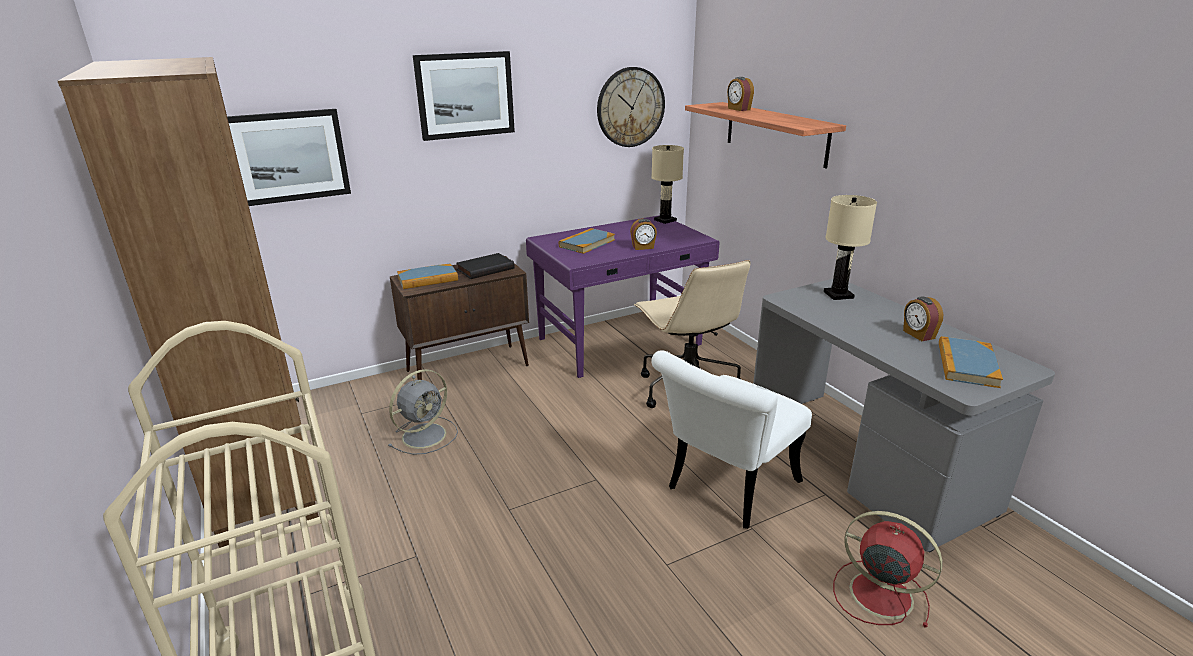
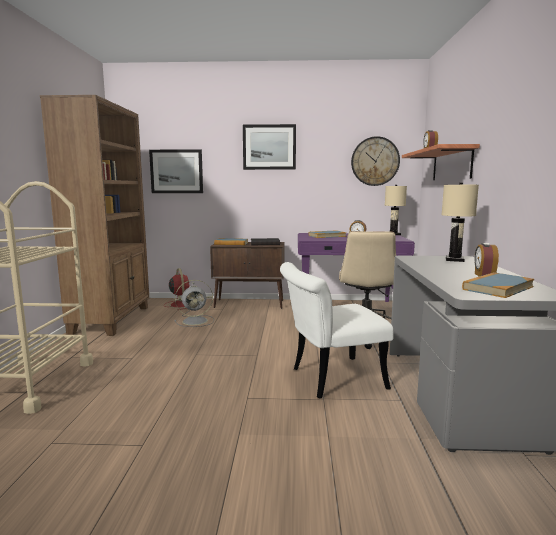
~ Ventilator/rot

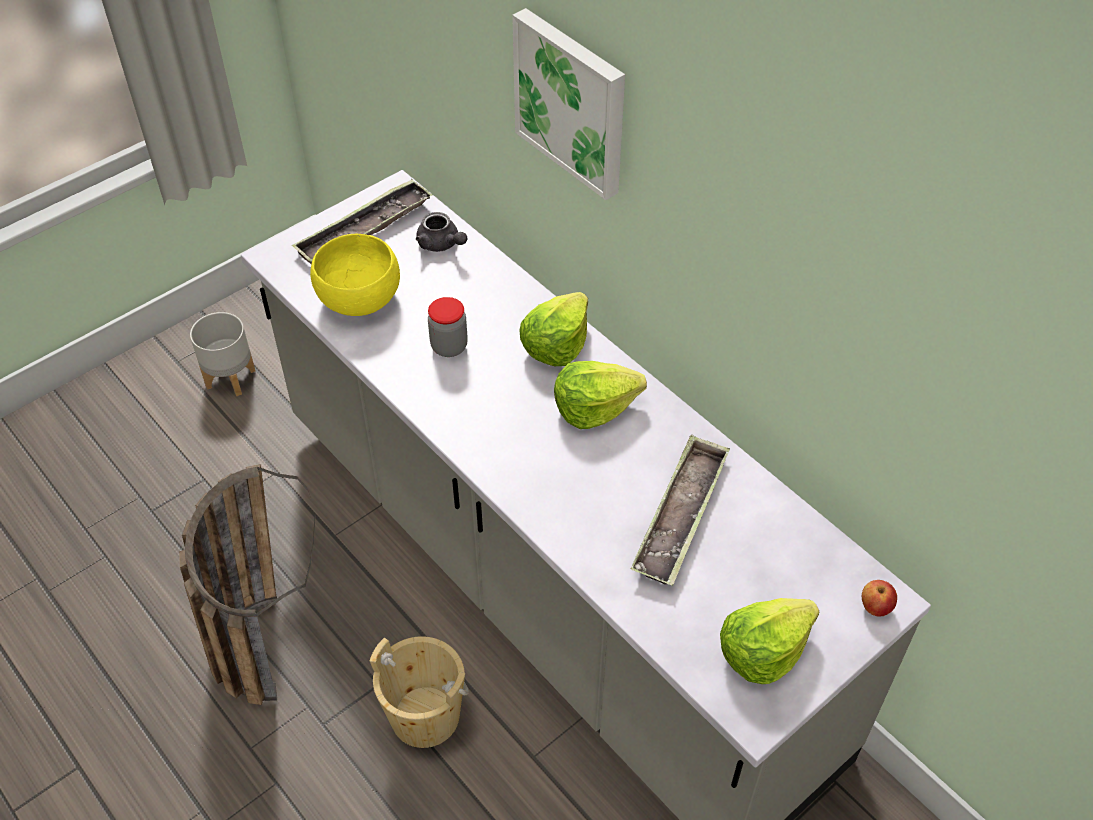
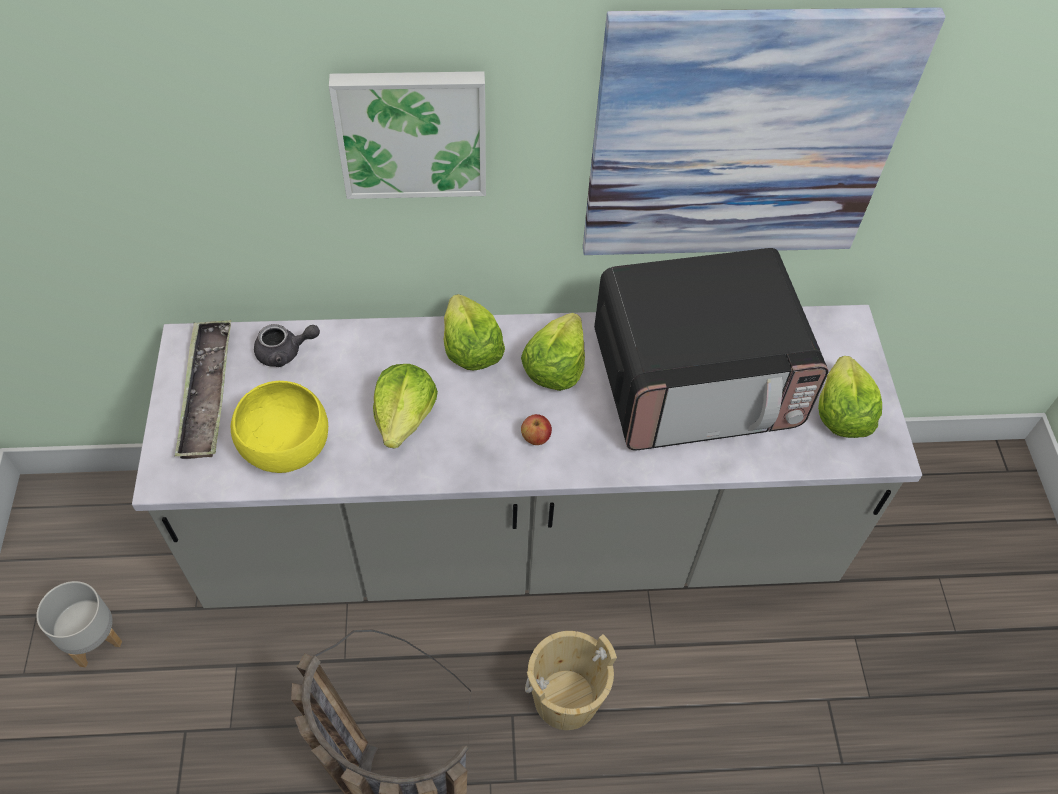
~ Vorratsglas to Salatkopf (no. 1 from left)
~ Apfel
+ Bild (no. 2 from left)
~ Tablett (no. 2 from left) to Mikrowelle

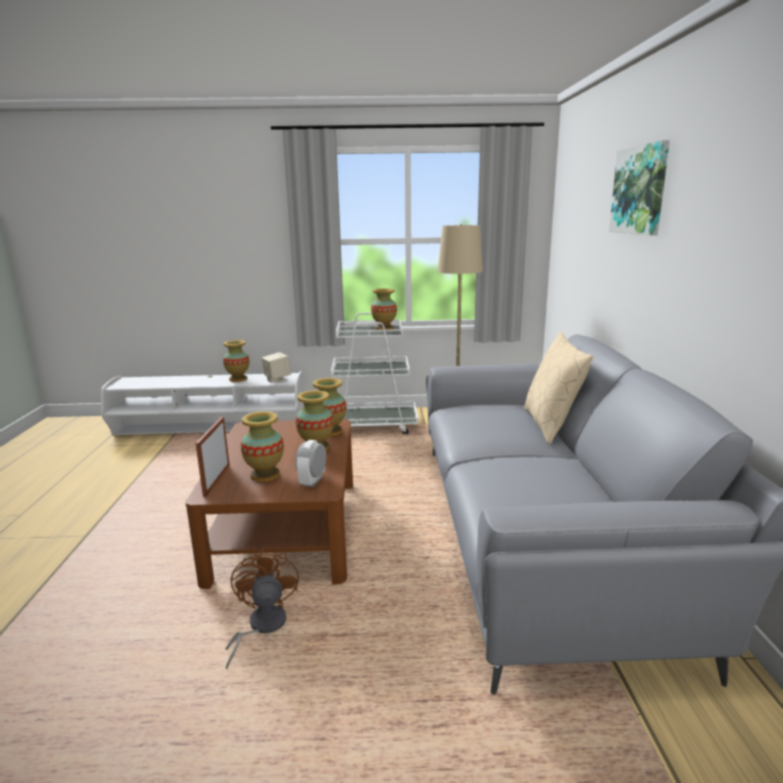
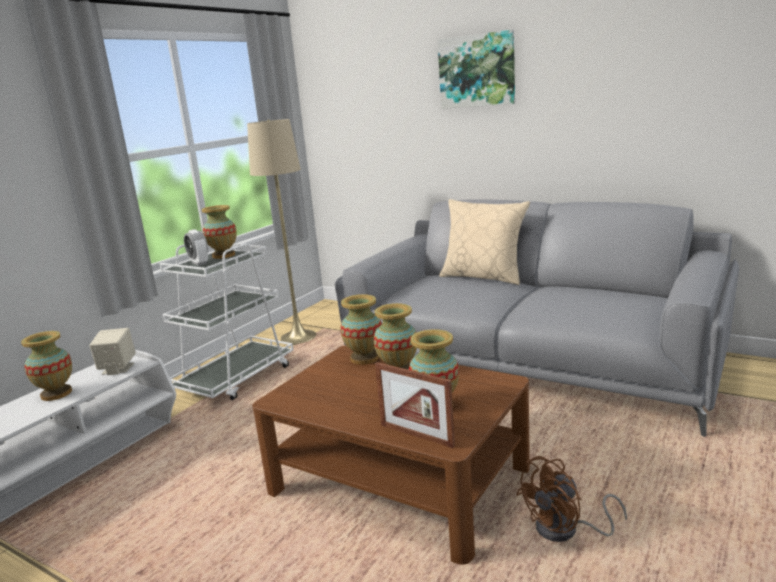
~ Wecker
~ Ventilator/braun 60 degrees counterclockwise

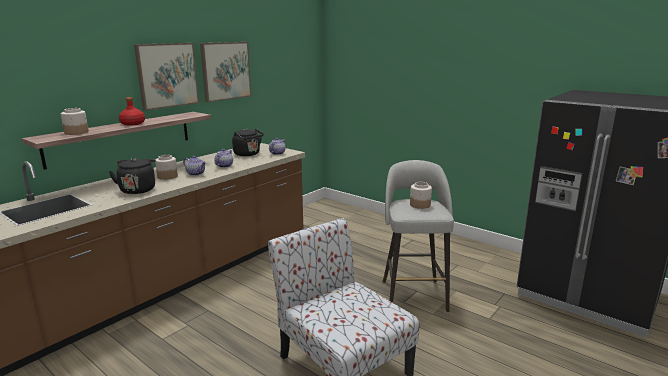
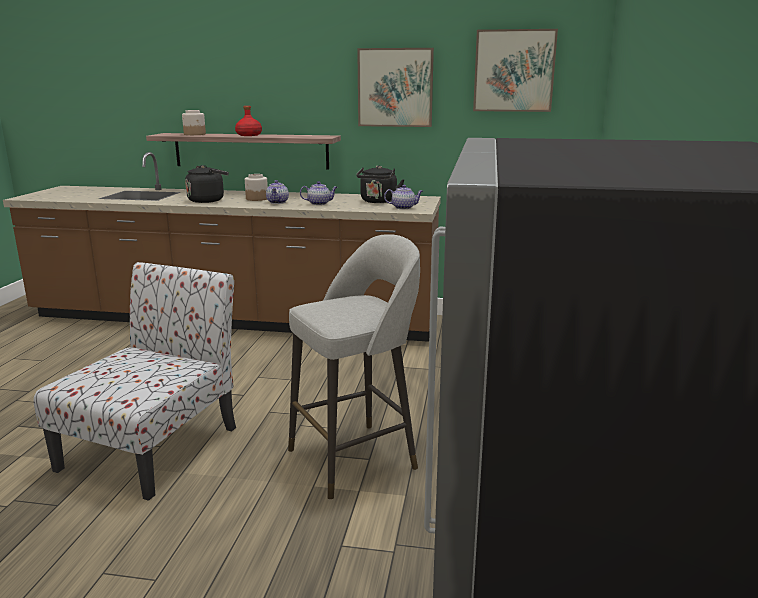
~ Bild (no. 1 from left in the first image) to Bild (no. 2 from left)
- Vorratsglas (no. 3 from left)

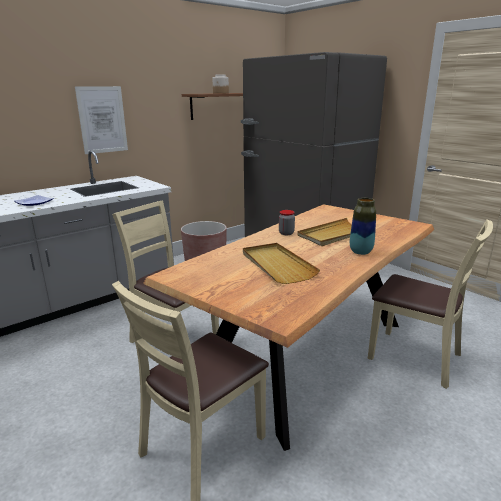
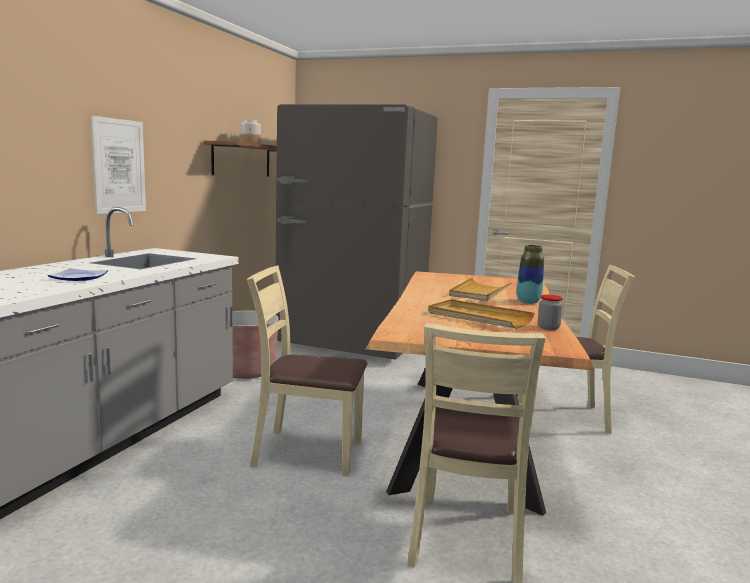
~ Vorratsglas (no. 2 from left)

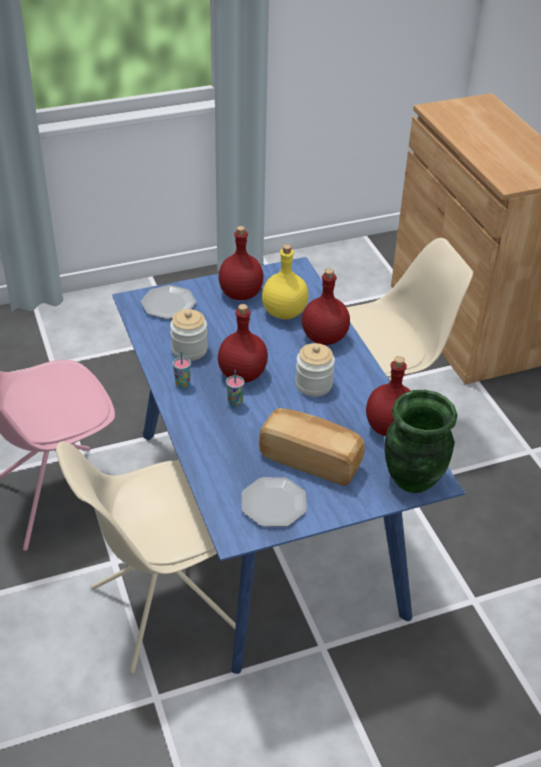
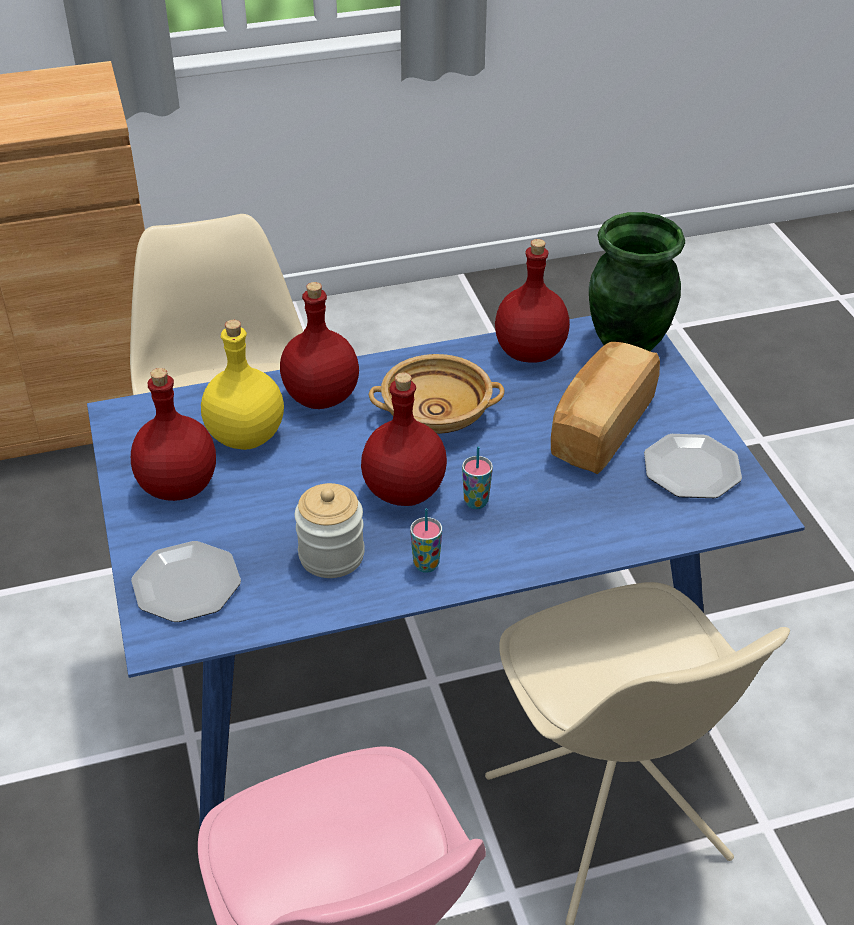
~ Vorratsglas (no. 2 from left) to Schüssel/beige

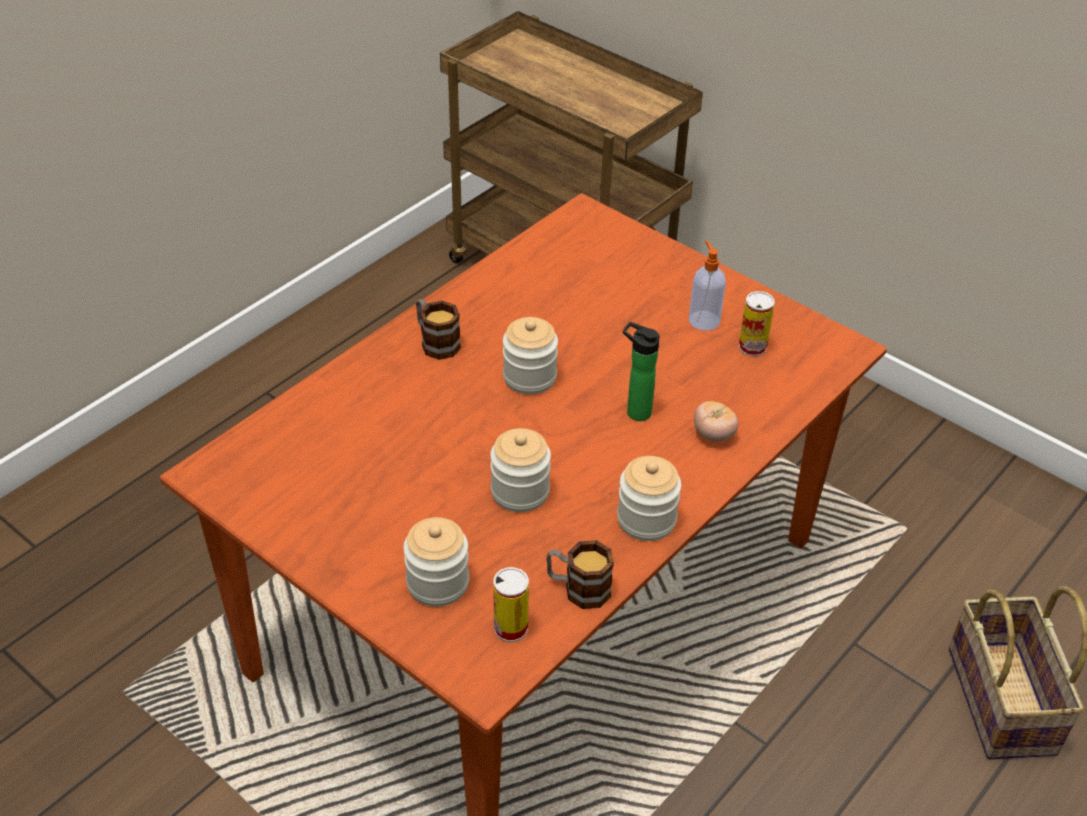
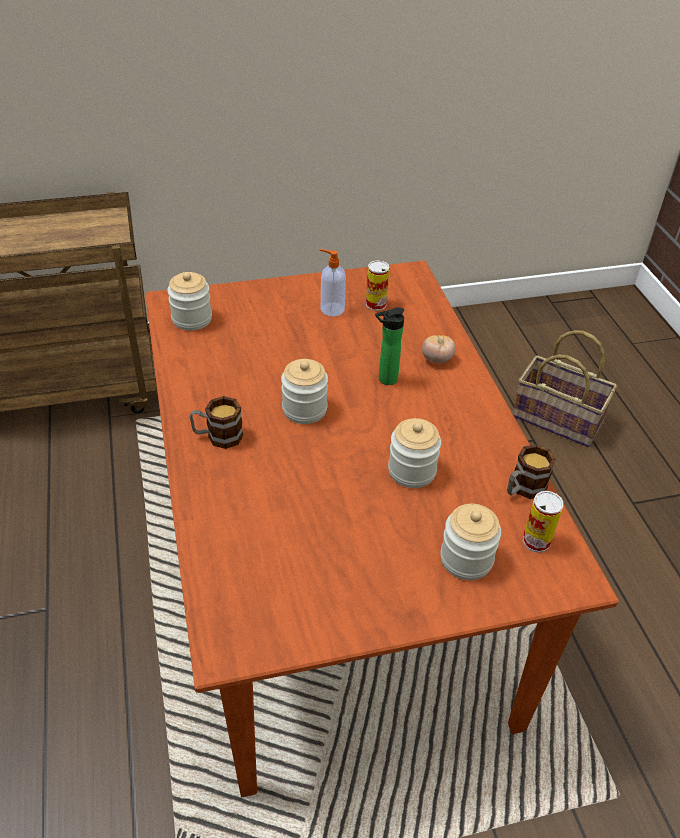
~ Vorratsglas (no. 4 from left in the first image) to Vorratsglas (no. 1 from left)

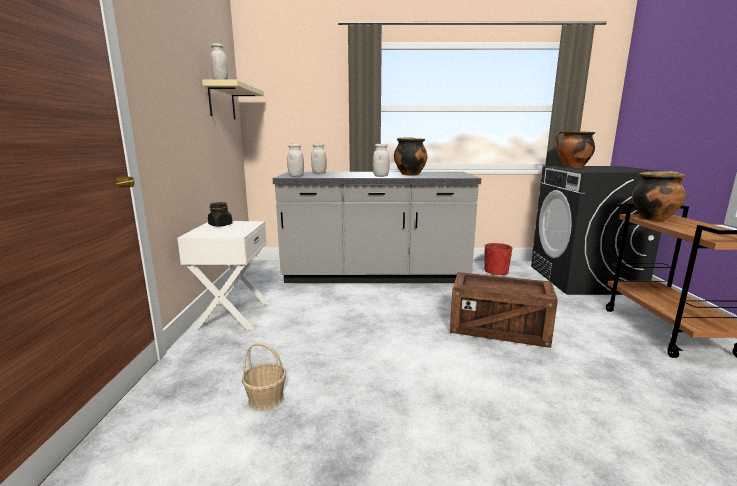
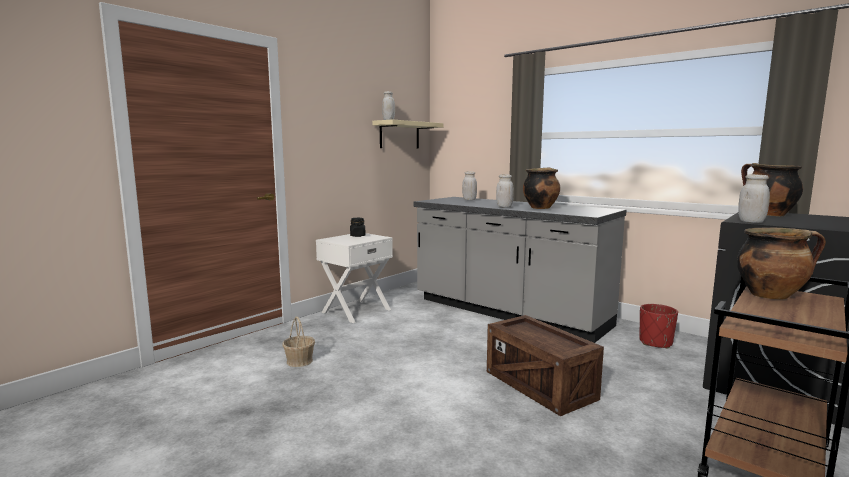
~ Vorratsglas/weiß (no. 2 from left in the first image) to Vorratsglas/weiß (no. 4 from left)

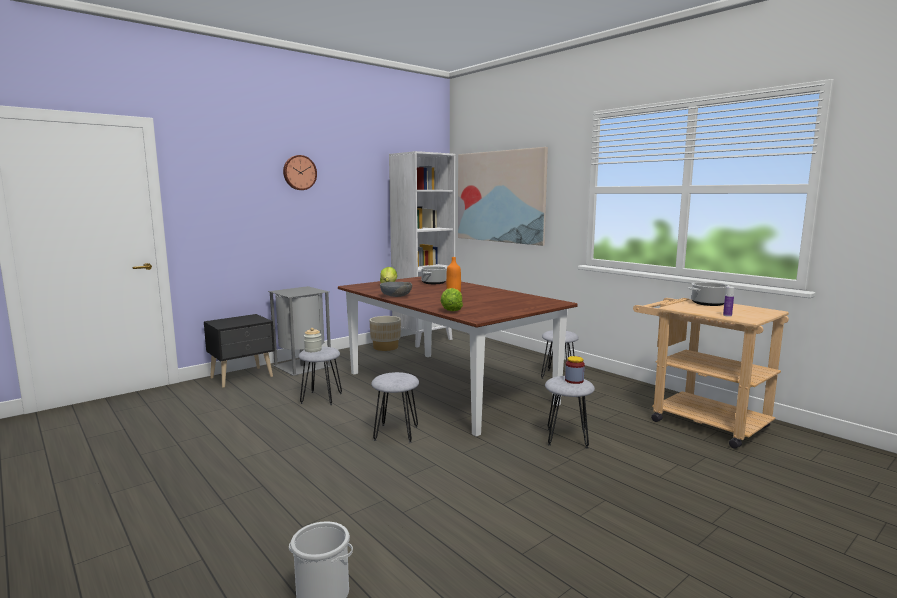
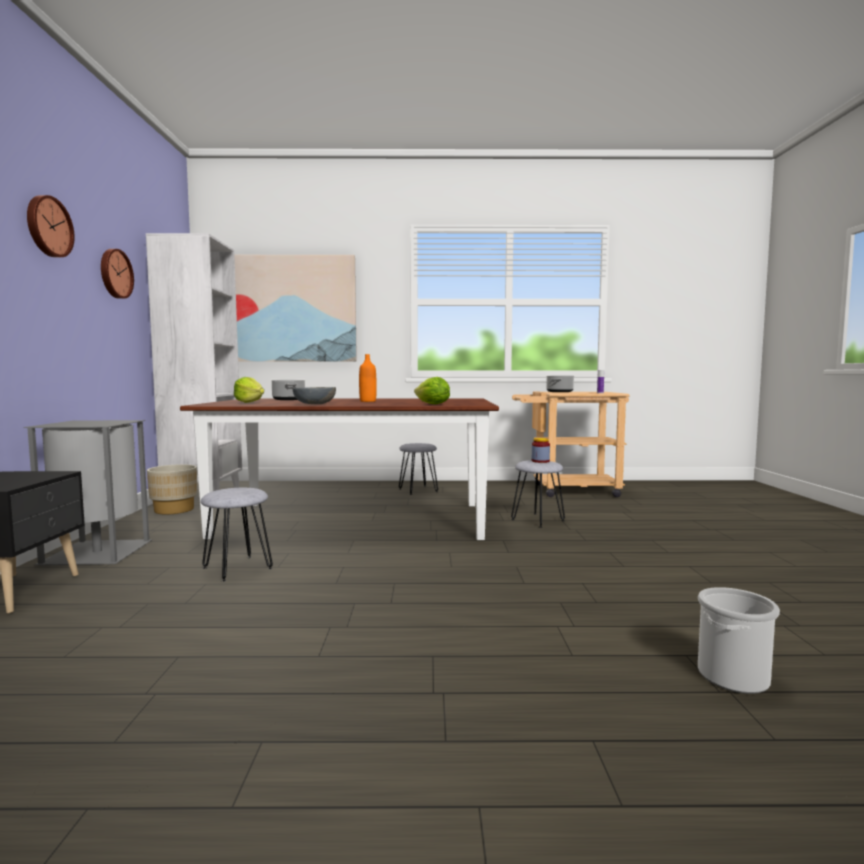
+ Wanduhr (no. 2 from left)
- Vorratsglas (no. 1 from left)
- Hocker/grau (no. 2 from left)

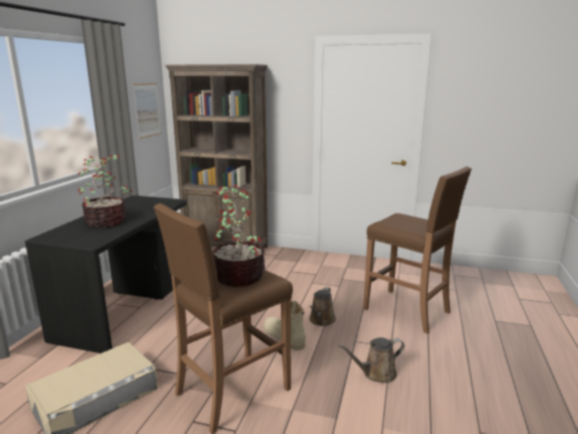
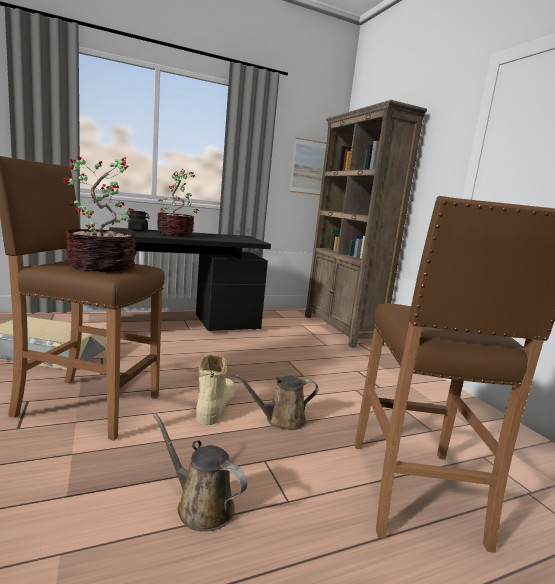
+ Vorratsglas/schwarz

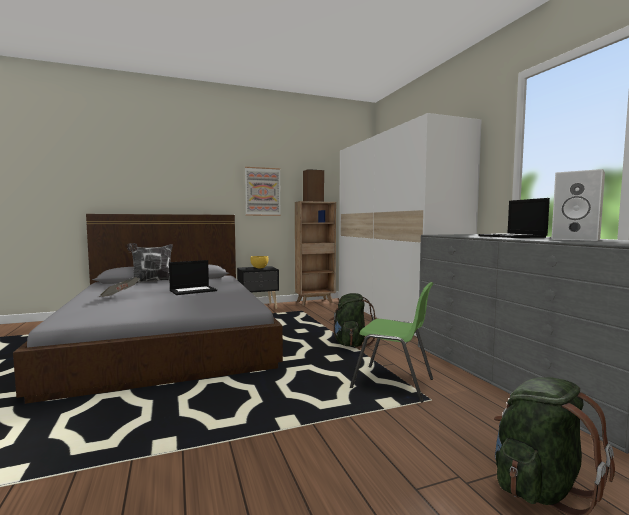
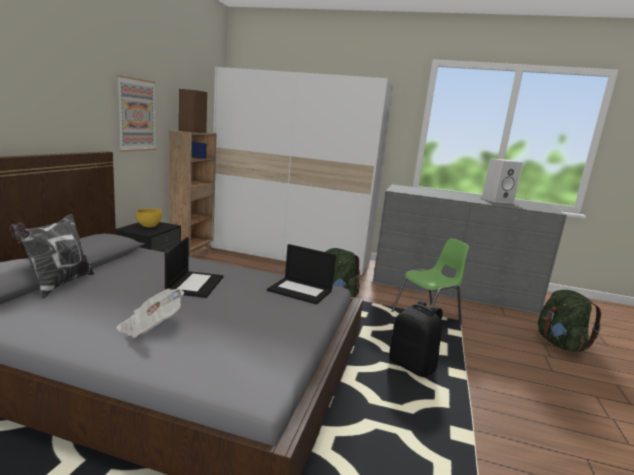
~ Laptop (no. 2 from left)
+ Rucksack/schwarz

